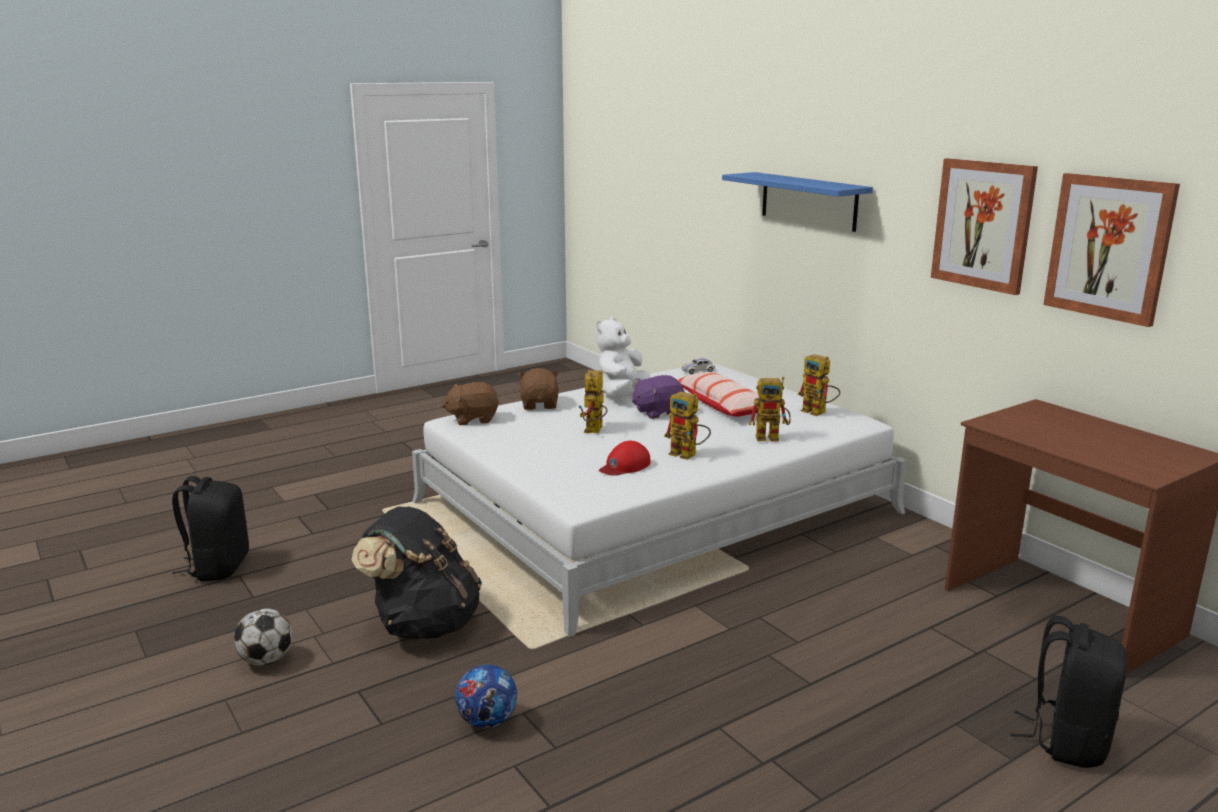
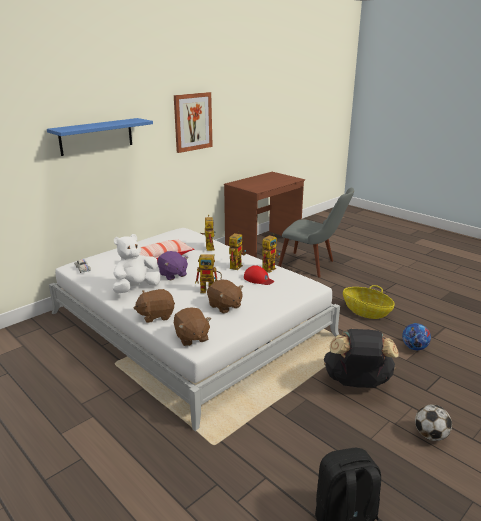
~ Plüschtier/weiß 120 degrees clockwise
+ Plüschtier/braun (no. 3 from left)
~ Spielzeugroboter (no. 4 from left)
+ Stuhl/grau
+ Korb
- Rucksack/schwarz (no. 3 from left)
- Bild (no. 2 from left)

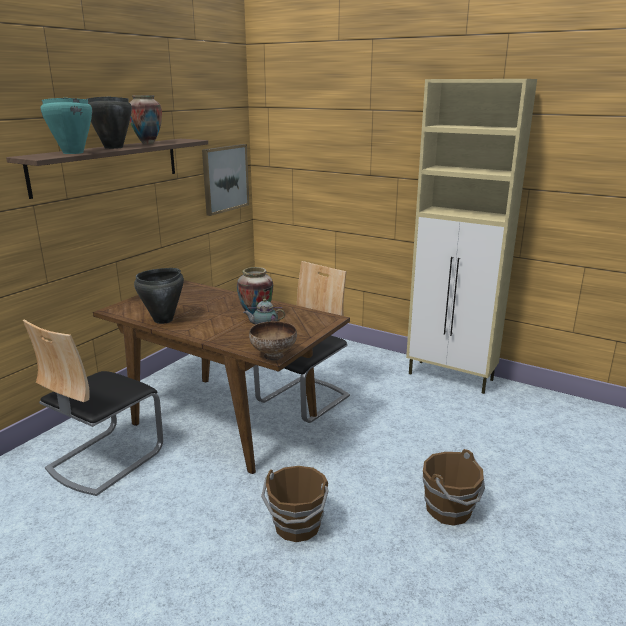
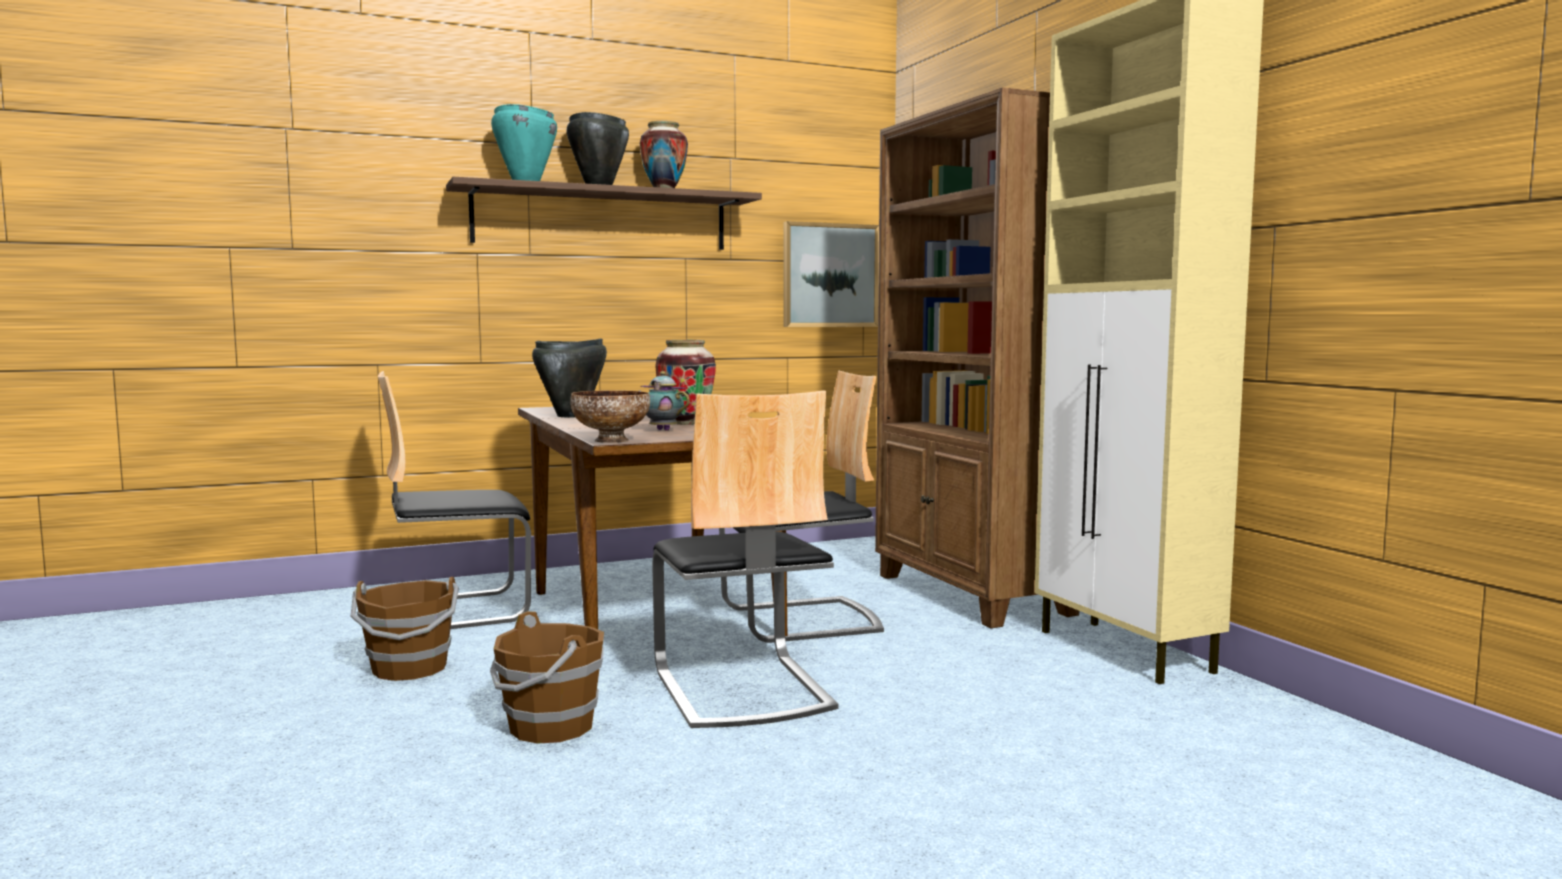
~ Eimer/braun (no. 2 from left in the first image) to Eimer/braun (no. 1 from left)
+ Stuhl (no. 2 from left)
+ Bücherregal/braun

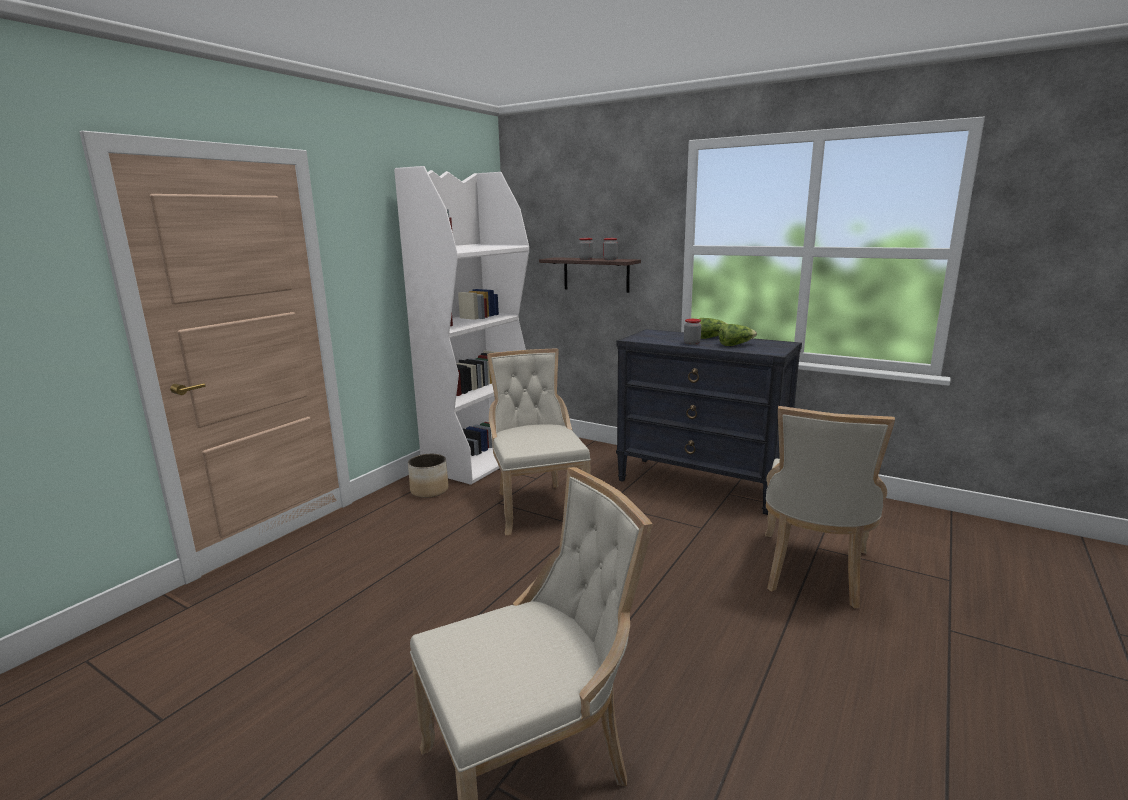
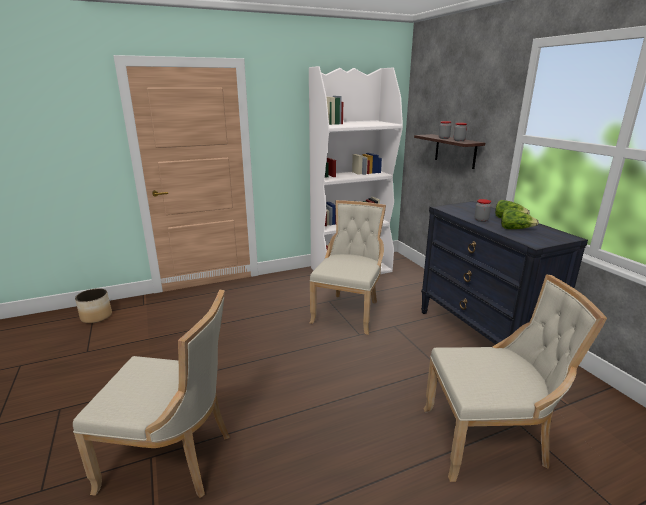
~ Pflanzkübel
~ Stuhl/beige (no. 3 from left) 150 degrees counterclockwise

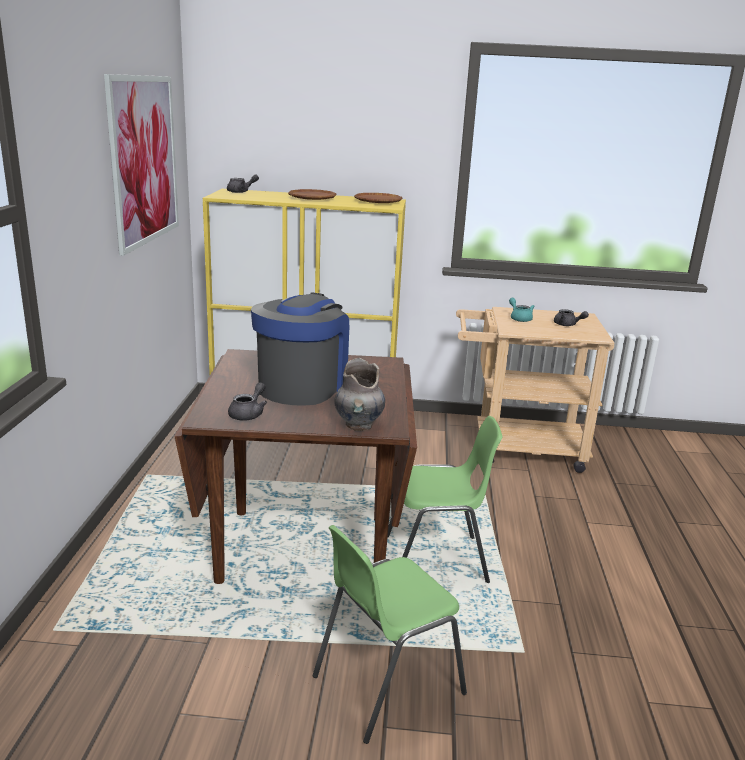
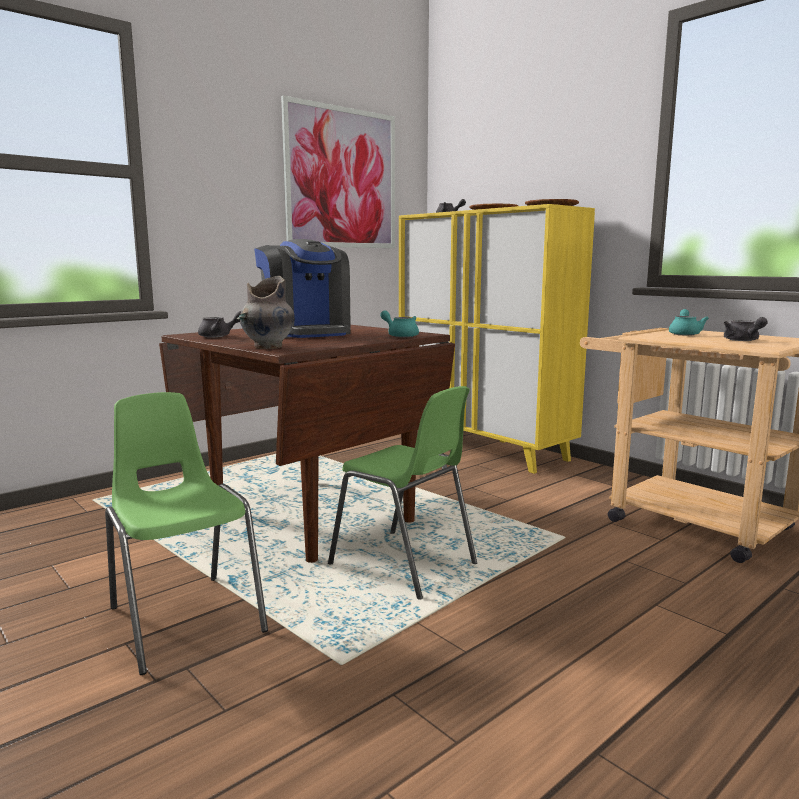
~ Stuhl/grün (no. 1 from left) 45 degrees clockwise
~ Kaffeemaschine 90 degrees clockwise
+ Teekanne/türkis (no. 1 from left)

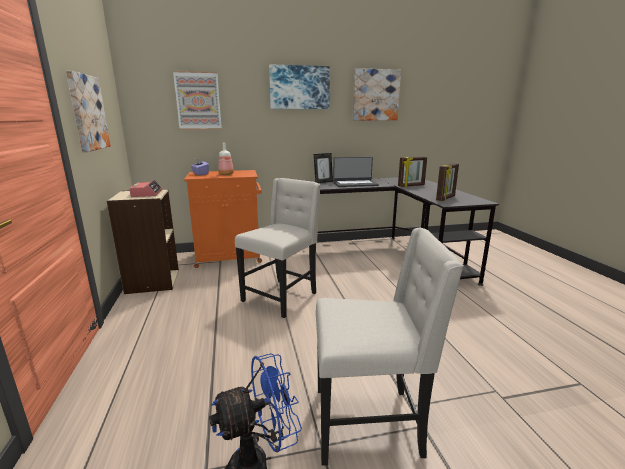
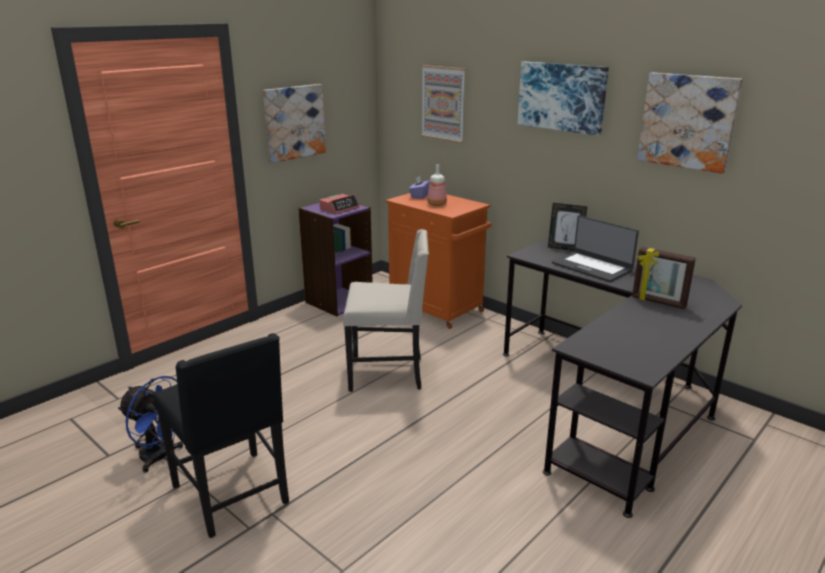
~ Stuhl/beige (no. 2 from left) to Stuhl/schwarz
~ Bücherregal/beige to Bücherregal/lila
- Bilderrahmen (no. 3 from left)

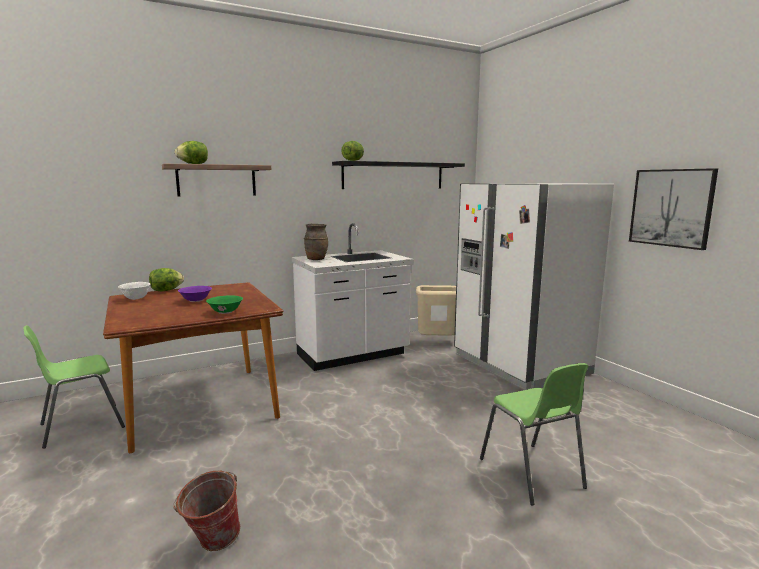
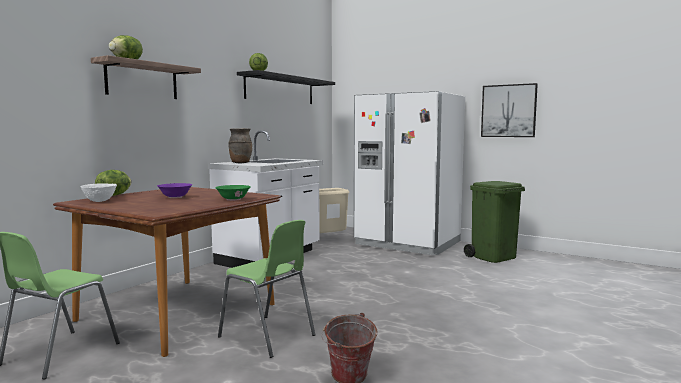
~ Stuhl/grün (no. 2 from left)
+ Mülleimer/grün

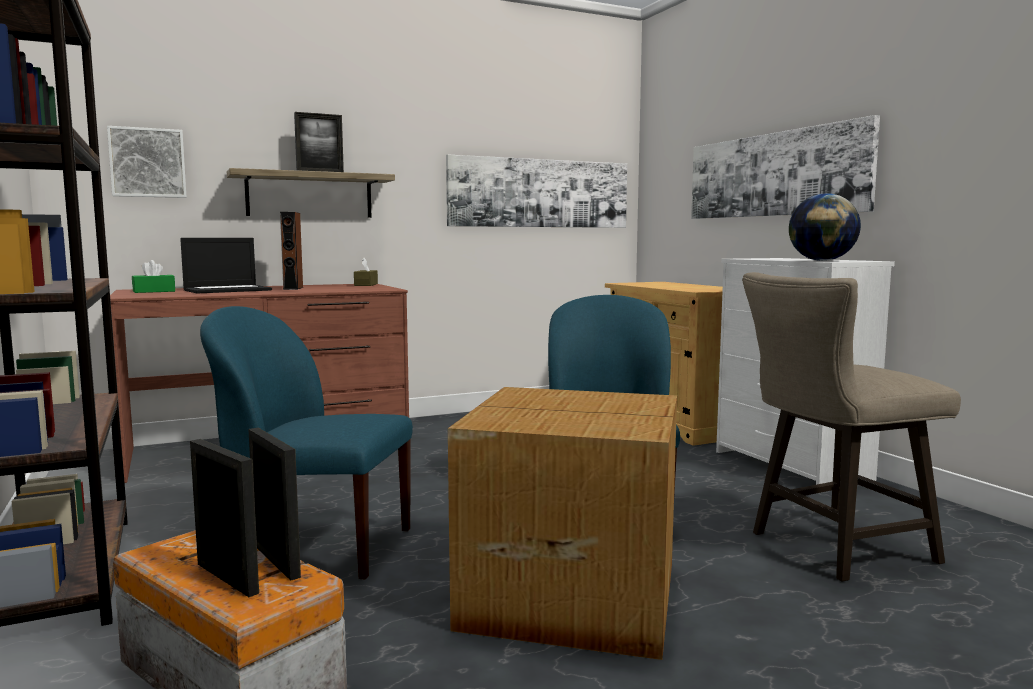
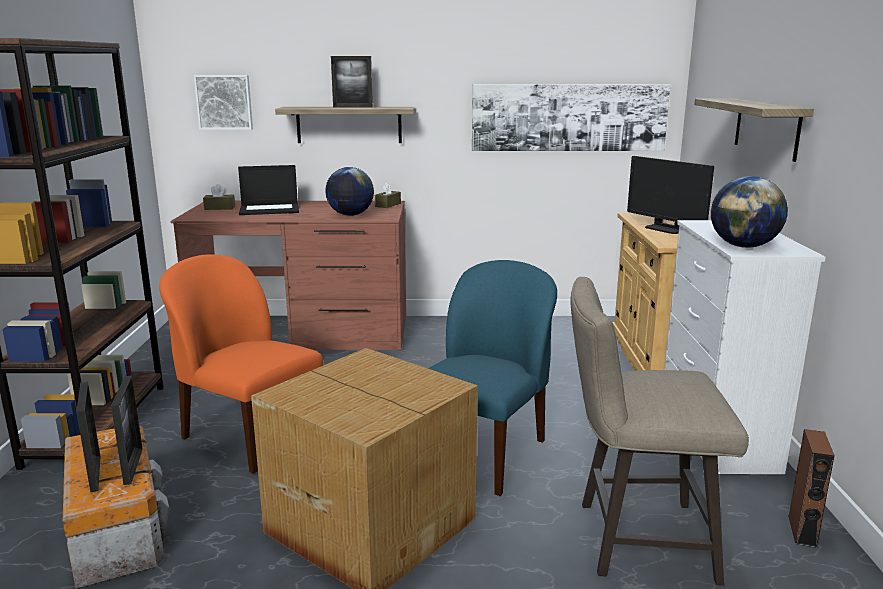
~ Stuhl/blau (no. 1 from left) to Stuhl/orange
~ Taschentuchbox/grün to Taschentuchbox/braun (no. 1 from left)
+ Globus (no. 1 from left)
+ Monitor
~ Bild (no. 3 from left) to Wandregal (no. 2 from left)
~ Lautsprecher/braun

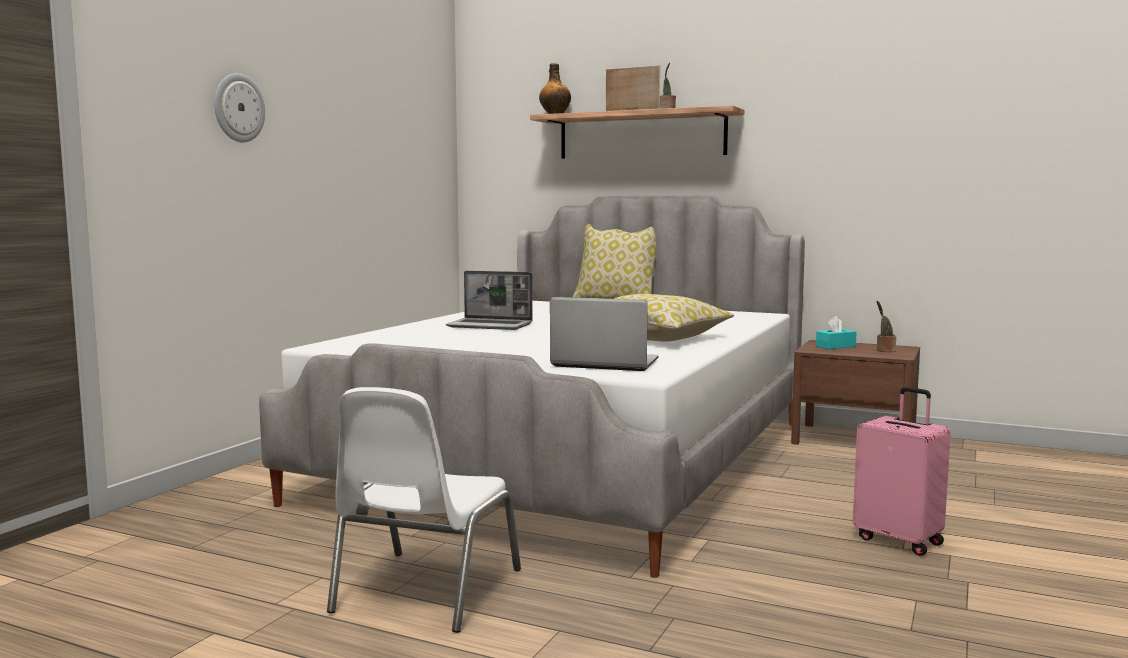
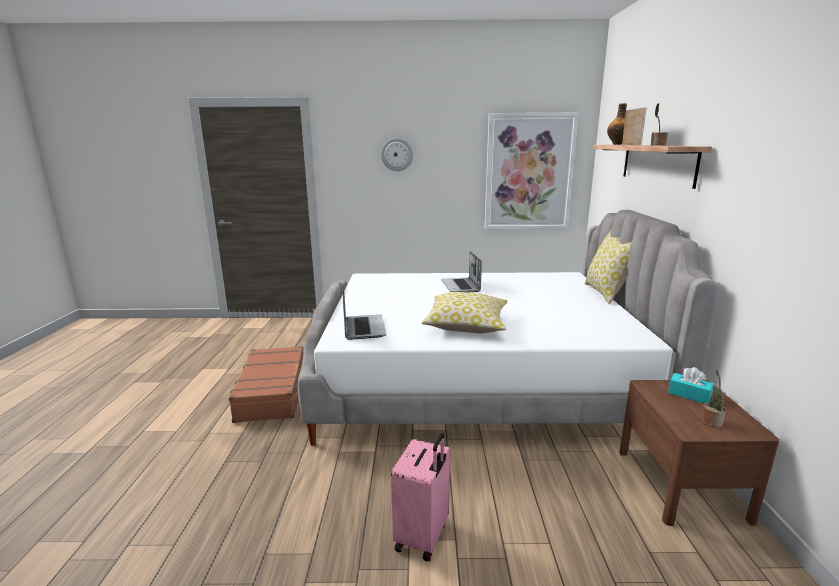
~ Stuhl/weiß to Koffer/braun
+ Bild

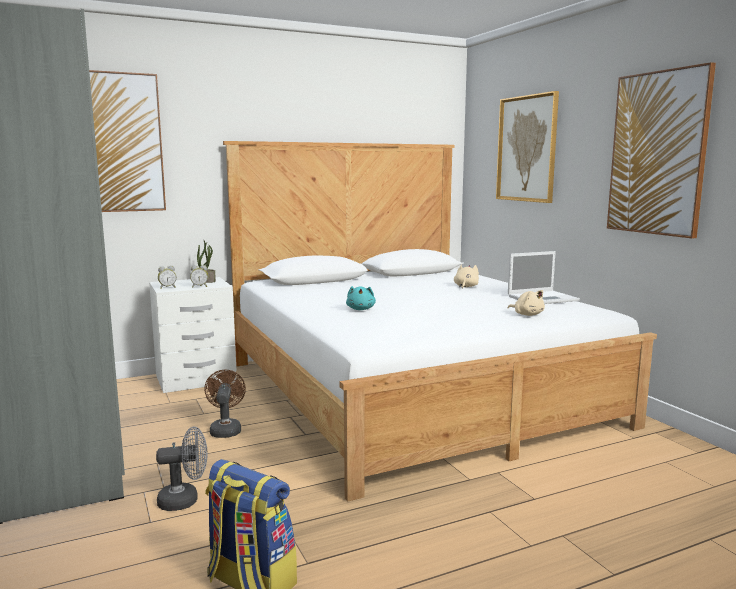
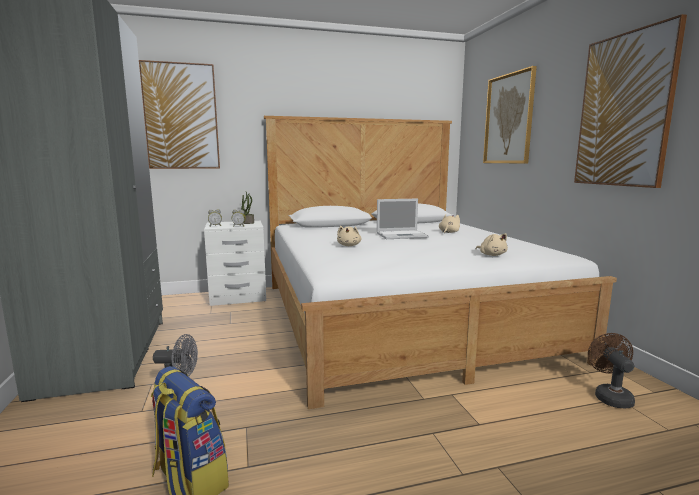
~ Plüschtier/türkis to Plüschtier/beige (no. 1 from left)
~ Laptop
~ Ventilator/braun

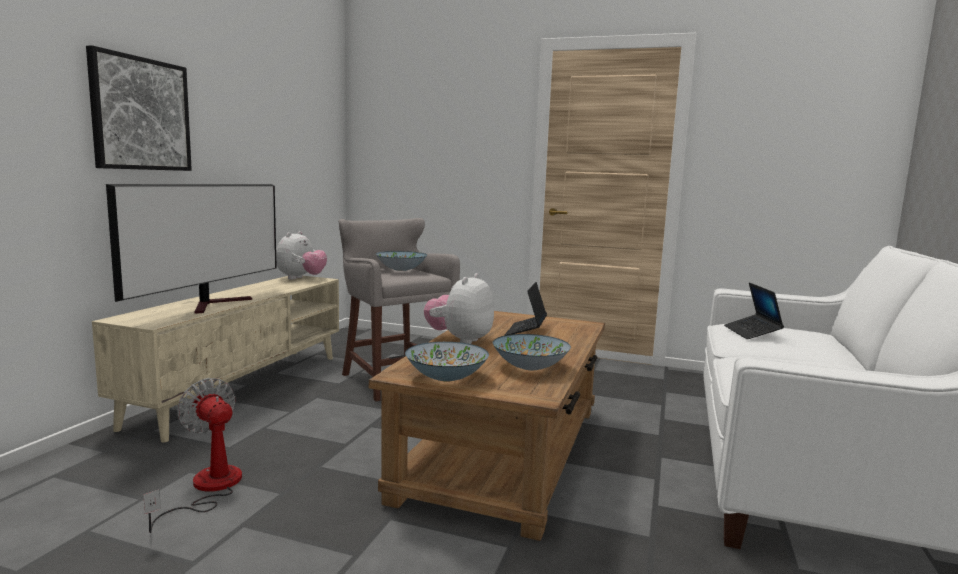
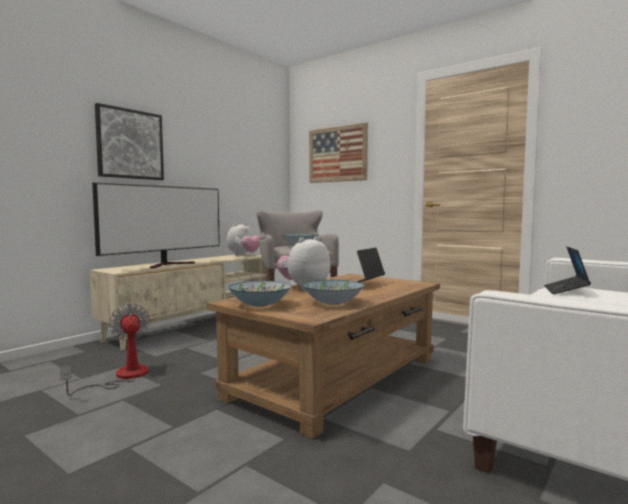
+ Bild (no. 2 from left)

